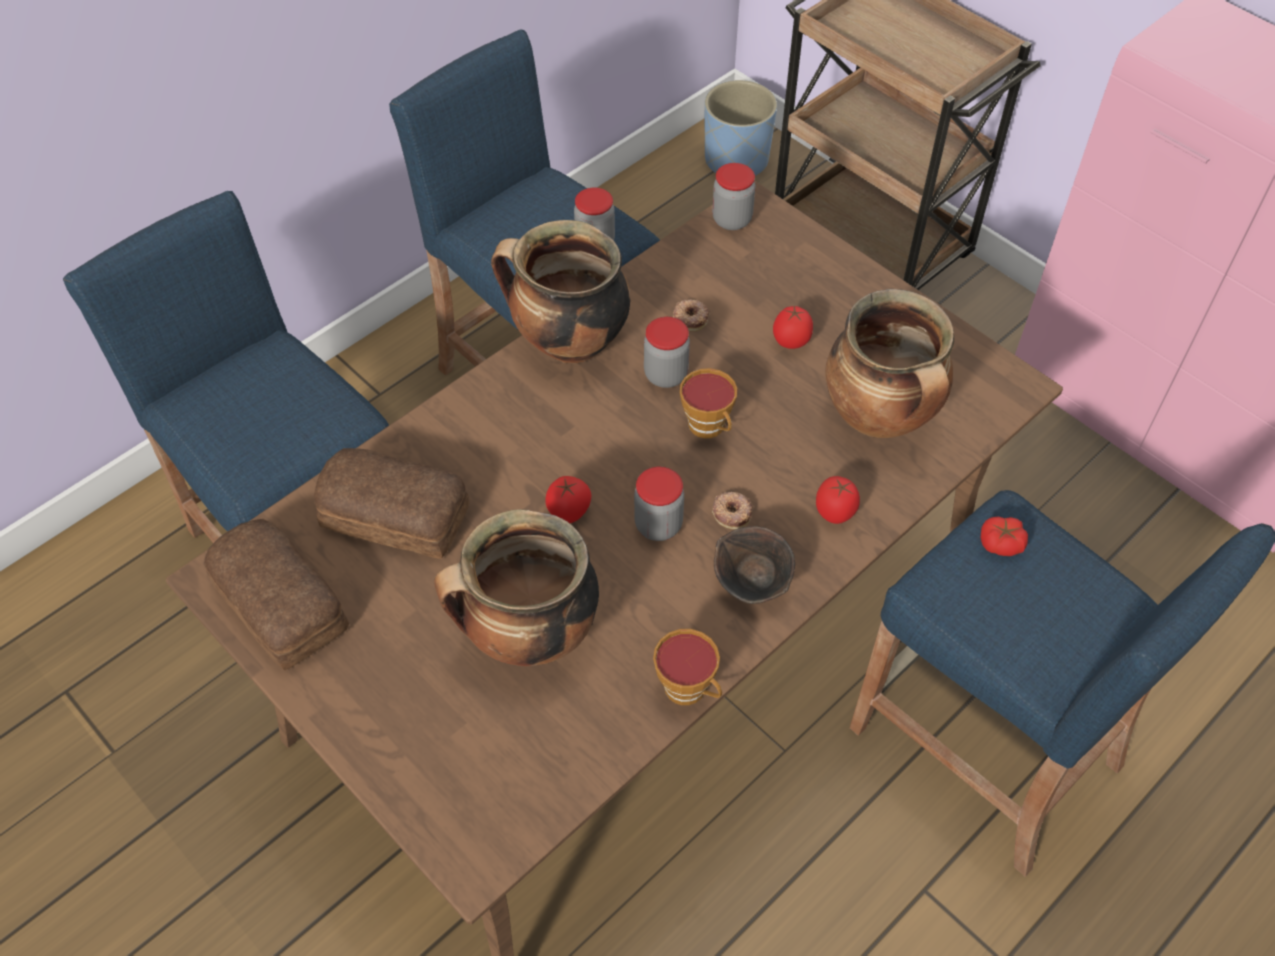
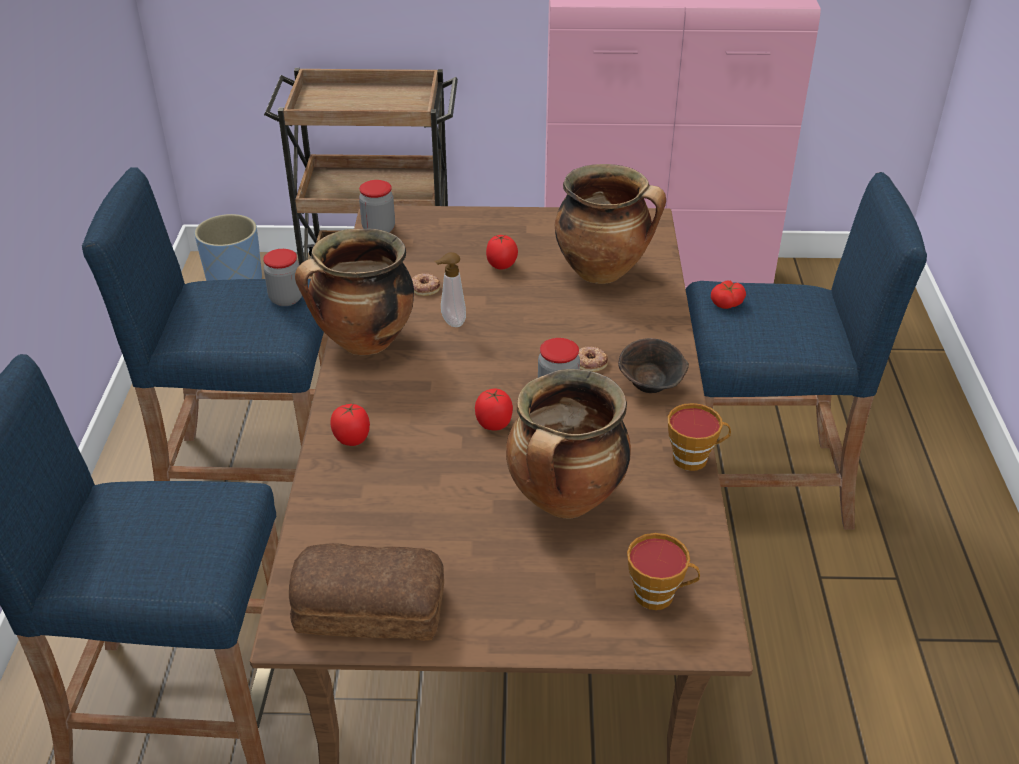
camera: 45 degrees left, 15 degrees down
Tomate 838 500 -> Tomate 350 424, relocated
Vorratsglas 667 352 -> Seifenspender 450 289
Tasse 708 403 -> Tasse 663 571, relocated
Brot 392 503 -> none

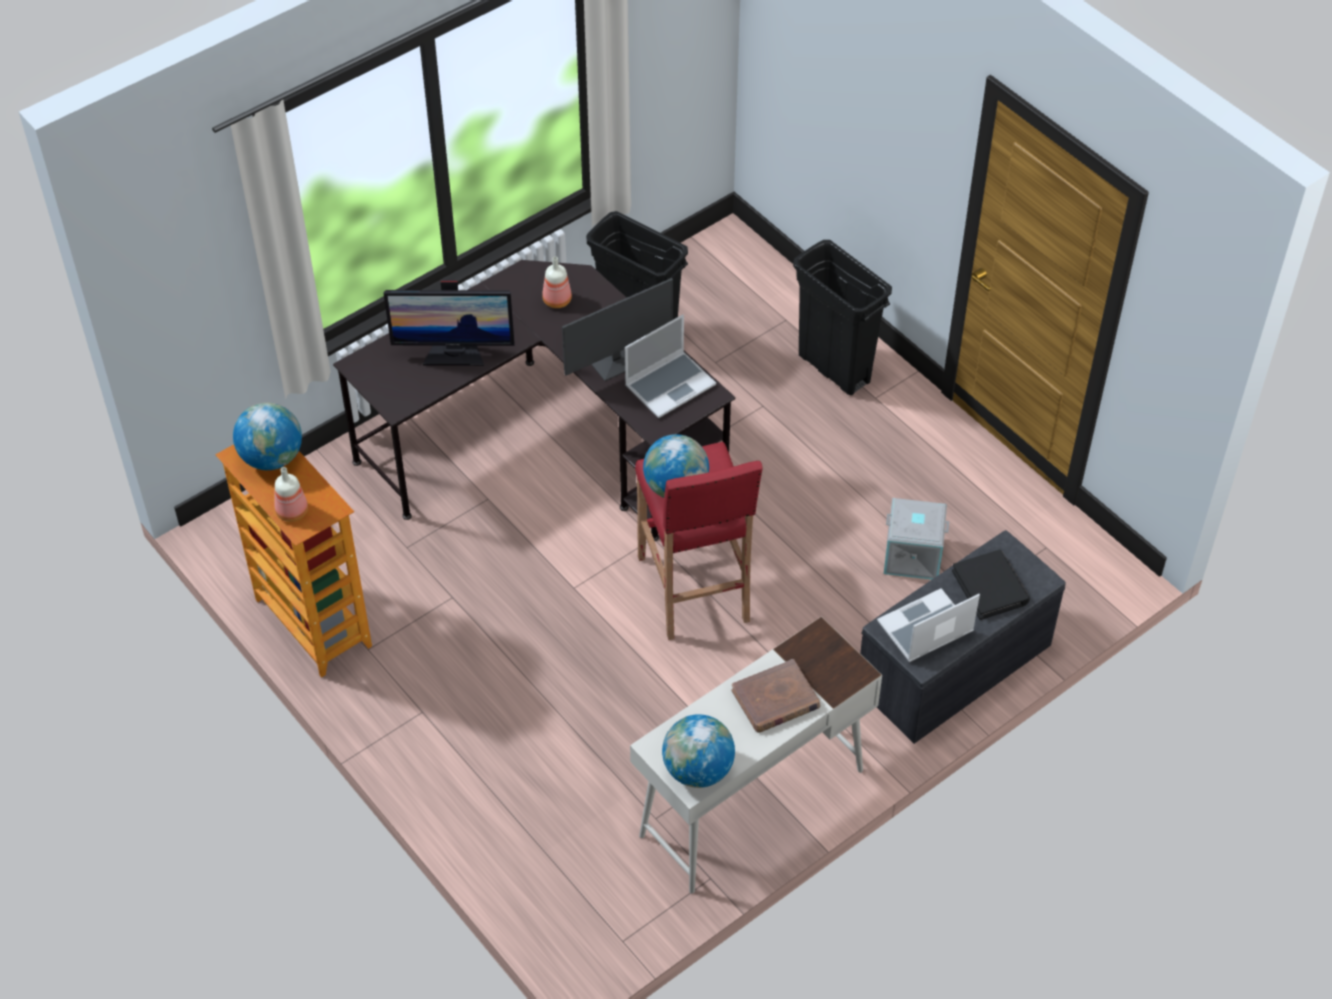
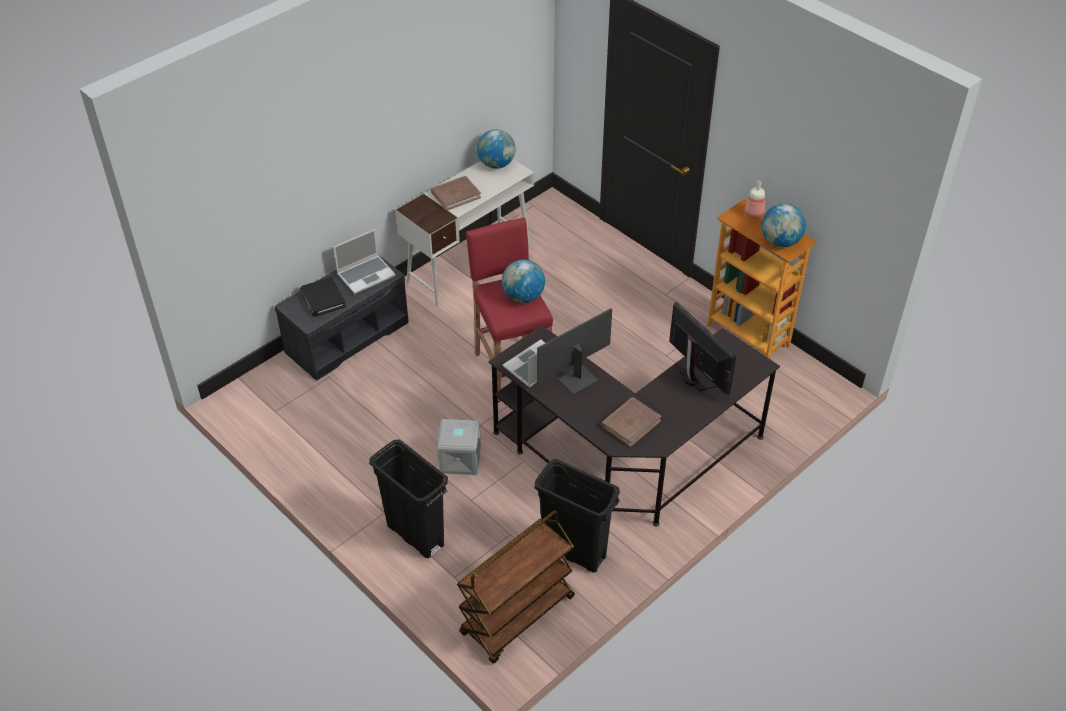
camera: 175 degrees right, 5 degrees down
Aufbewahrungsbox [grau] 916 539 -> Aufbewahrungsbox [grau] 458 447, relocated
none -> Rollwagen [braun] 516 587
Flasche 557 282 -> Buch [braun] 631 422
Monitor 449 322 -> Monitor 702 348, 60 degrees clockwise

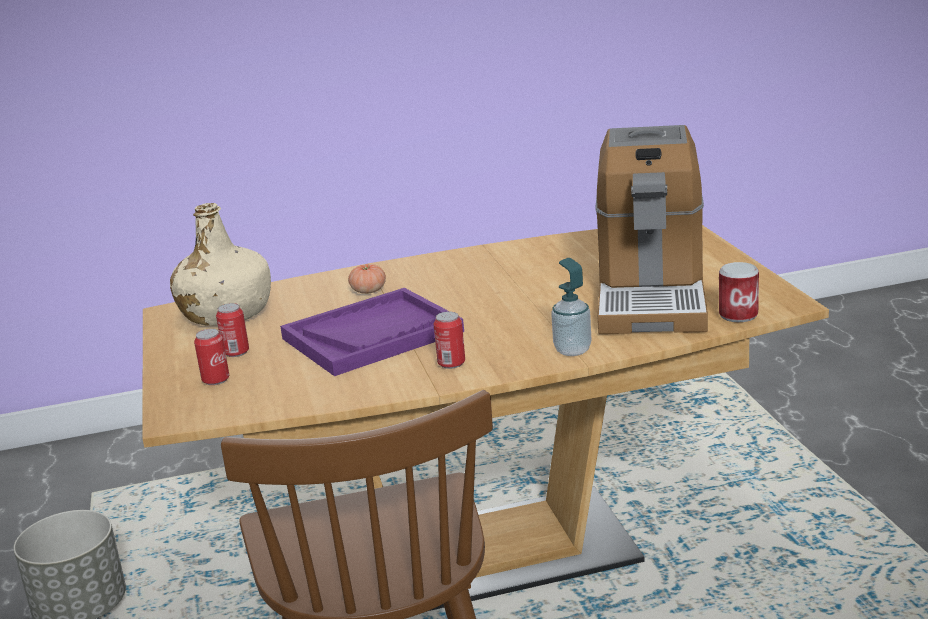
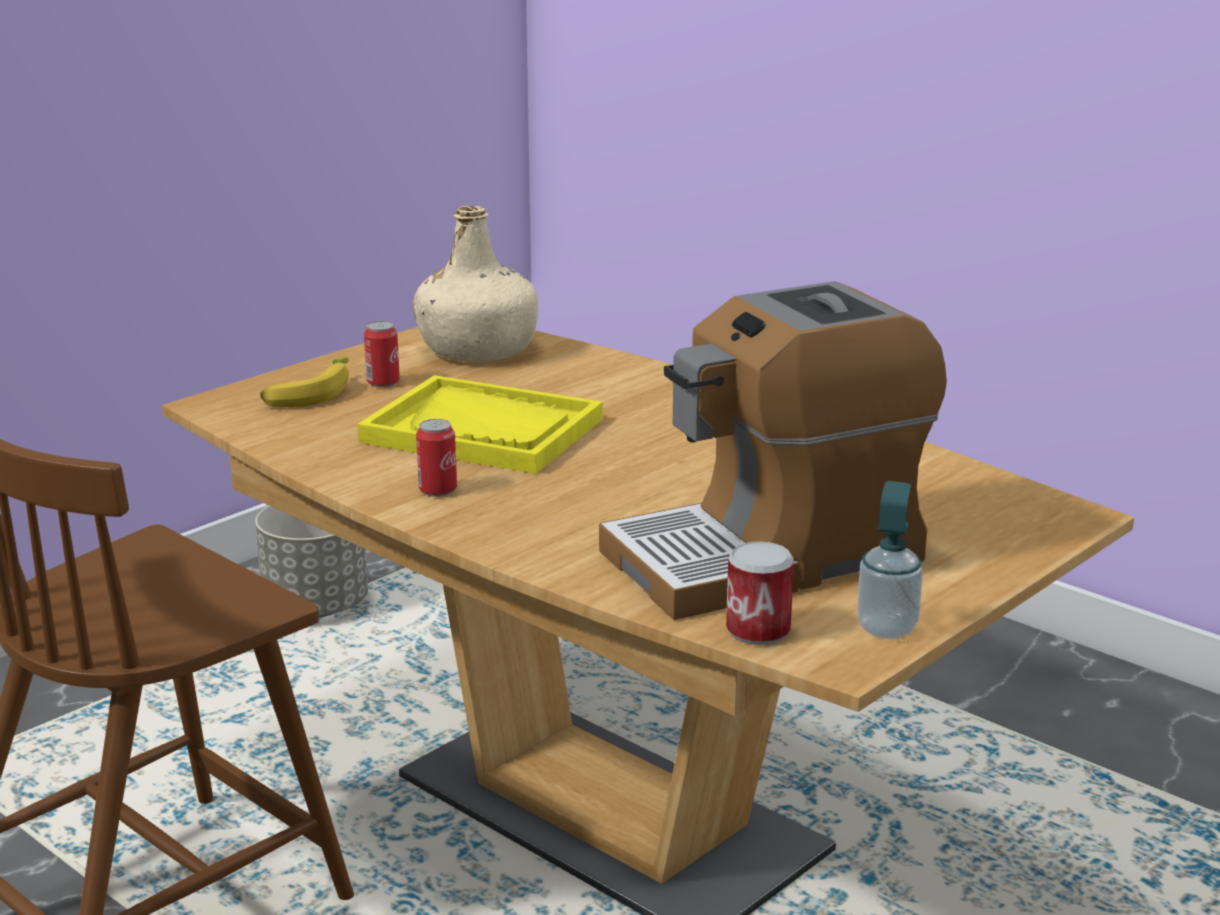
camera: 55 degrees right, 0 degrees up
Dose 211 357 -> Banane 304 382
Tablett [lila] 372 332 -> Tablett [gelb] 480 424
Seifenspender 571 307 -> Seifenspender 890 560, relocated
Tomate 367 279 -> none

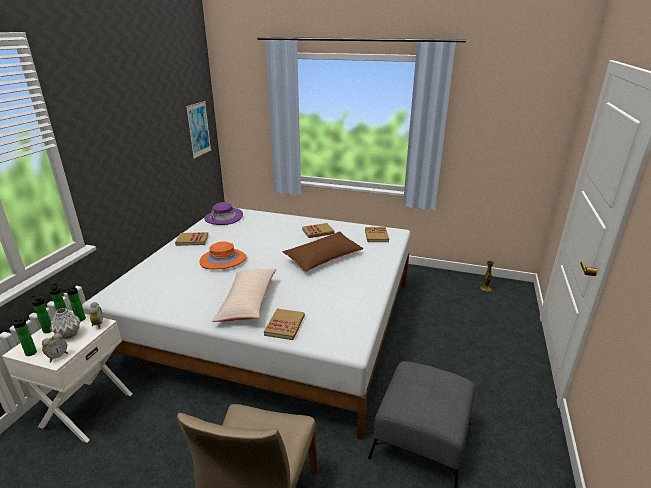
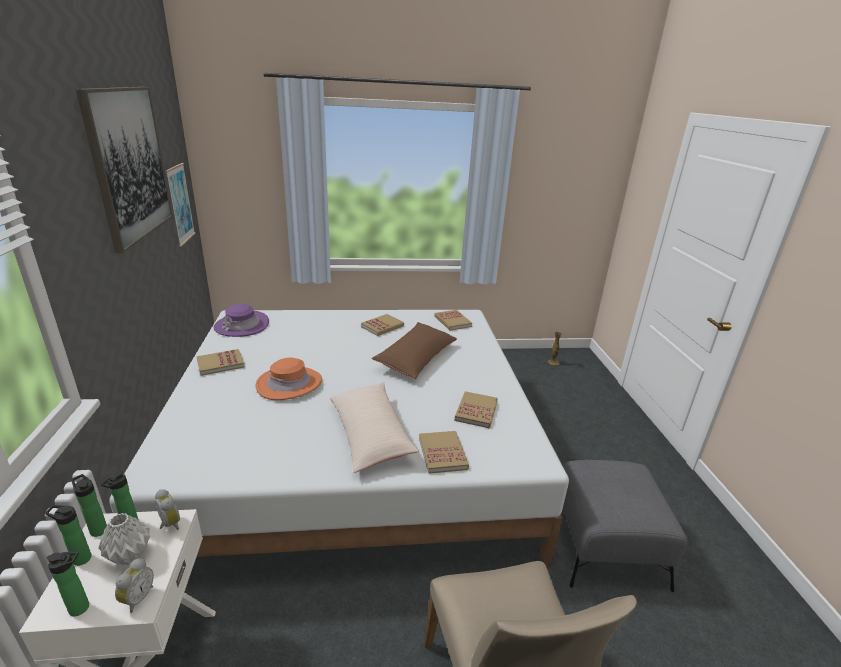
camera: 25 degrees left, 0 degrees up
none -> Bild 124 170
none -> Buch 476 409

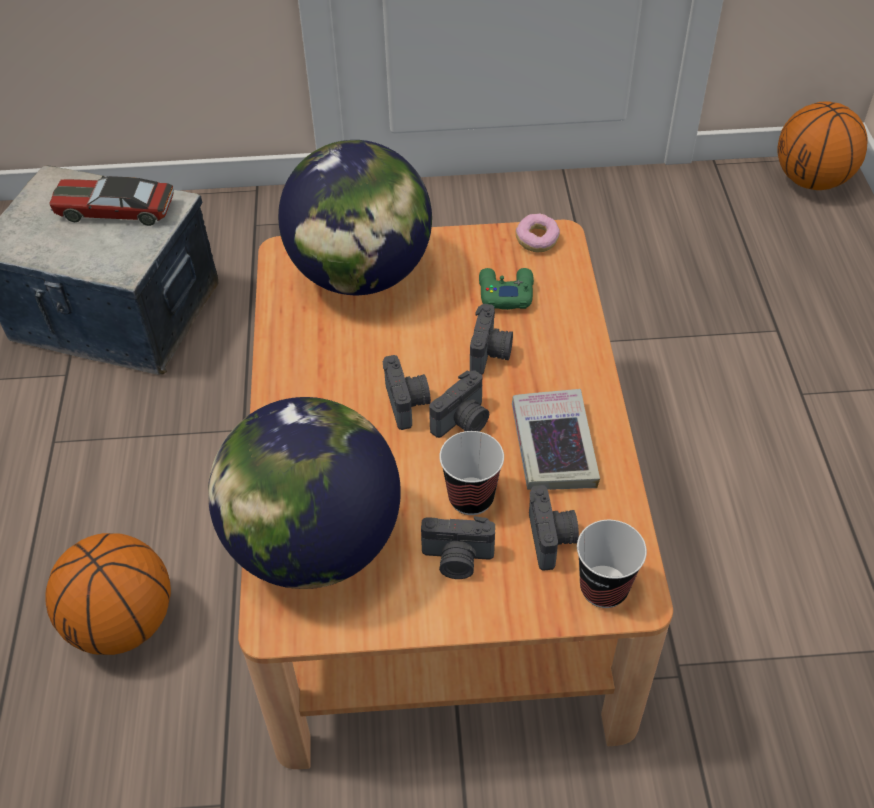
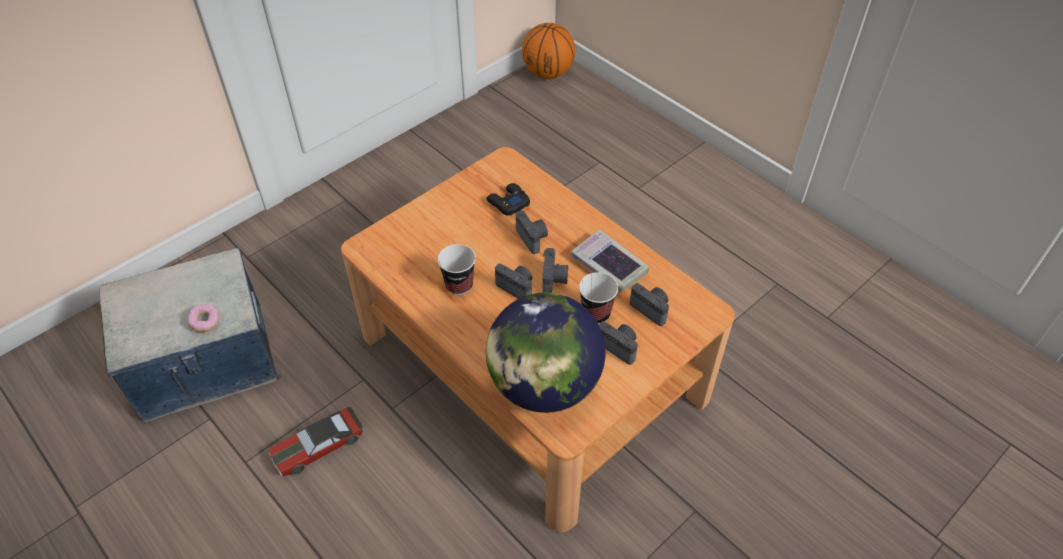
camera: 40 degrees left, 0 degrees up
Donut 537 232 -> Donut 204 318, relocated
Spielzeugauto 111 201 -> Spielzeugauto 316 441, relocated
Tasse 612 564 -> Tasse 457 269, relocated
Gamepad [grün] 506 289 -> Gamepad [schwarz] 508 199
Kamera 458 547 -> Kamera 618 343, 105 degrees counterclockwise
Basketball 108 594 -> none
Globus 355 217 -> none

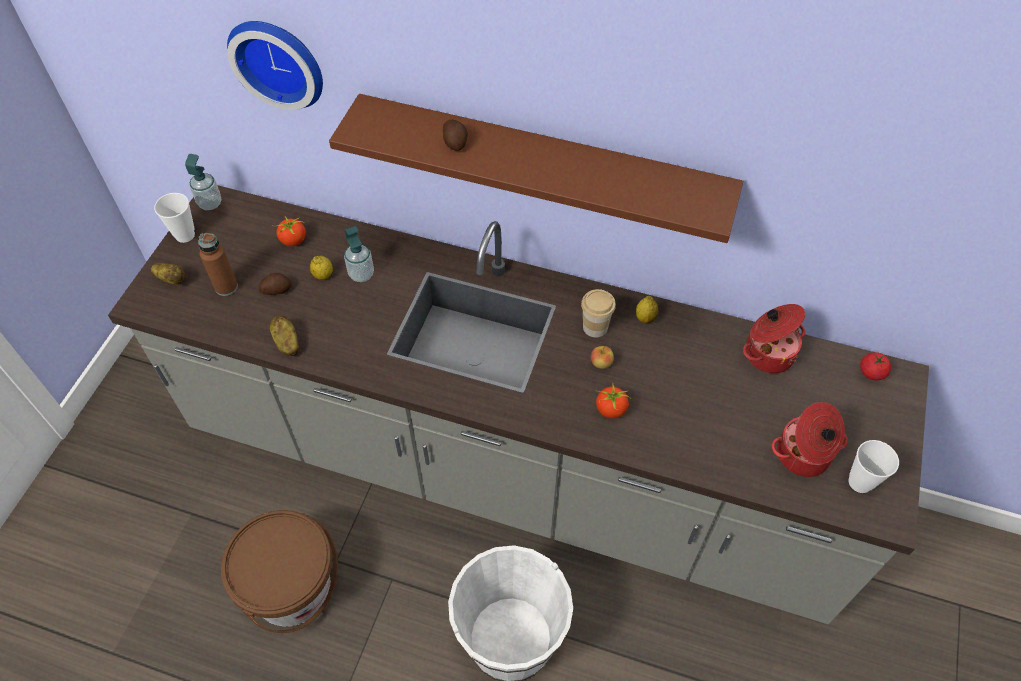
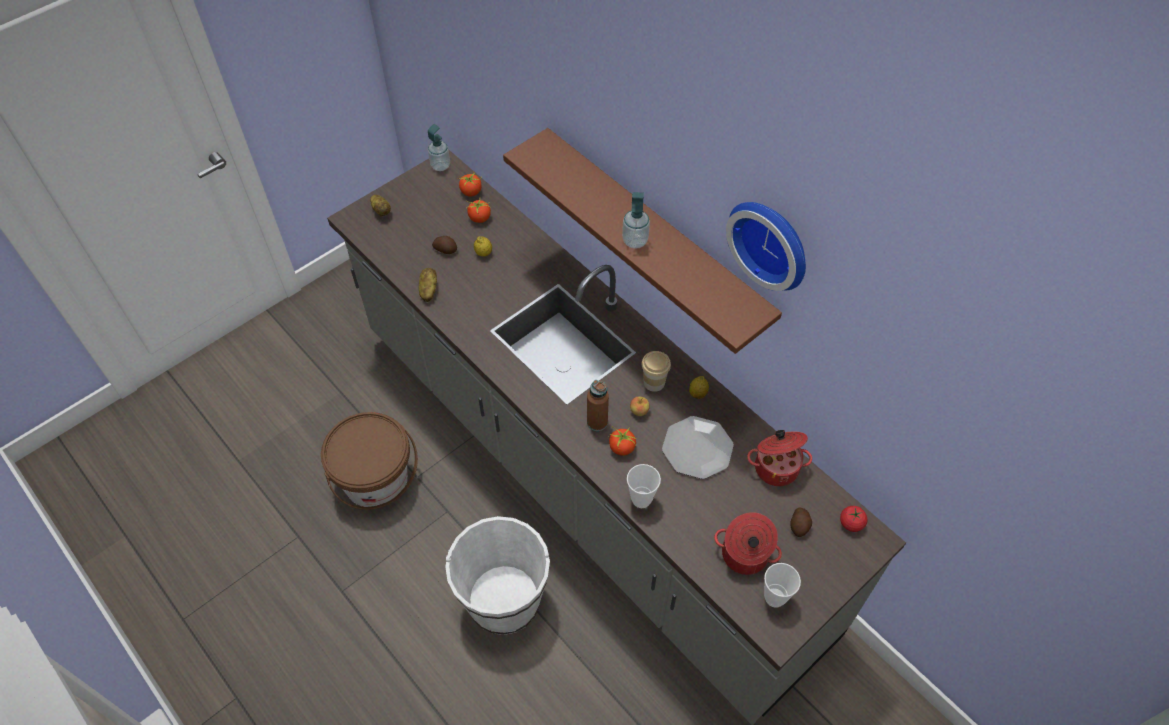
camera: 30 degrees right, 0 degrees up
none -> Tomate 470 184
Flasche [braun] 218 264 -> Flasche [braun] 598 405, relocated
Seifenspender 359 254 -> Seifenspender 636 220, relocated
Tasse 174 218 -> Tasse 644 486, relocated
none -> Teller 698 447
Wanduhr 275 65 -> Wanduhr 766 246, relocated
Kartoffel 455 135 -> Kartoffel 801 522, relocated

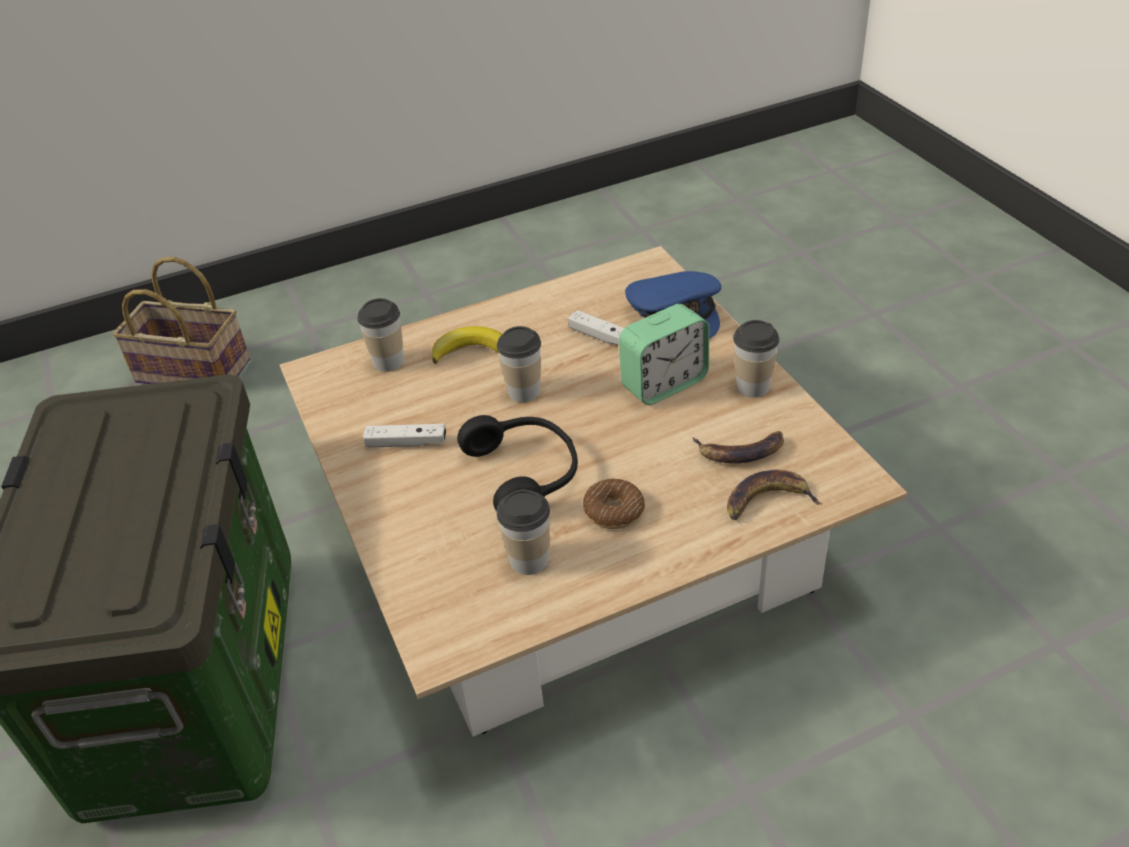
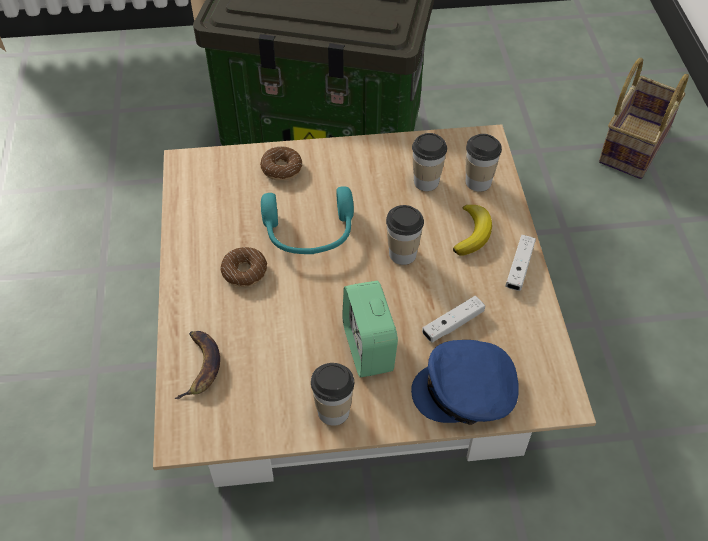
camera: 105 degrees right, 10 degrees up
none -> Donut 281 164
Kopfhörer [schwarz] 517 463 -> Kopfhörer [türkis] 307 220
Tasse 523 532 -> Tasse 429 162, relocated
Gamepad [weiß] 404 436 -> Gamepad [weiß] 520 263, relocated
Banane 738 447 -> none

